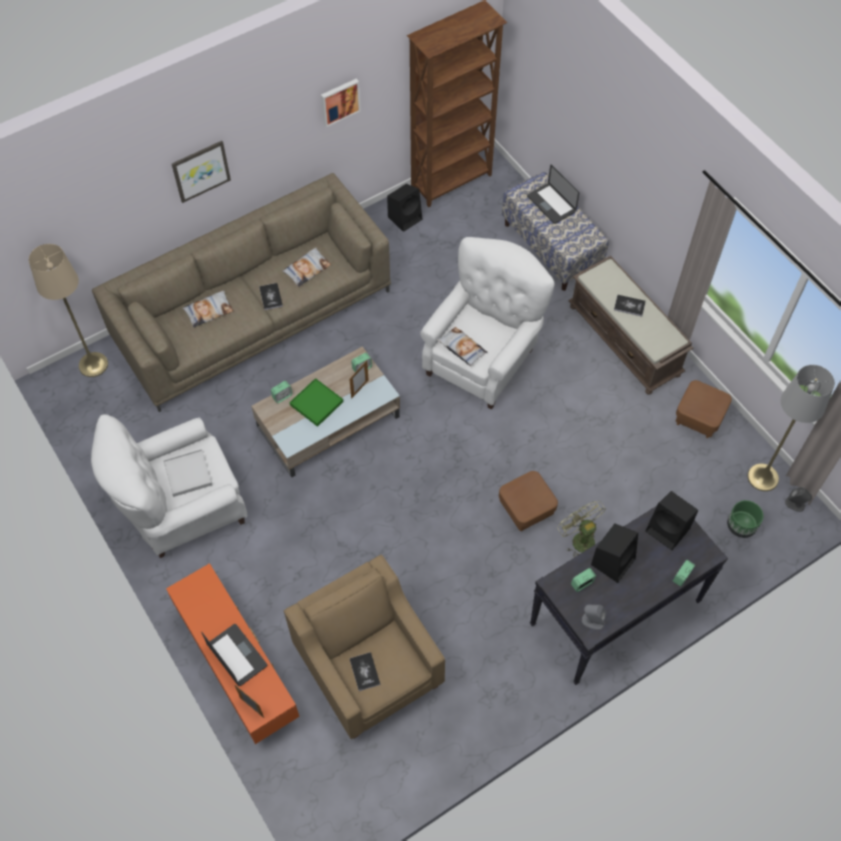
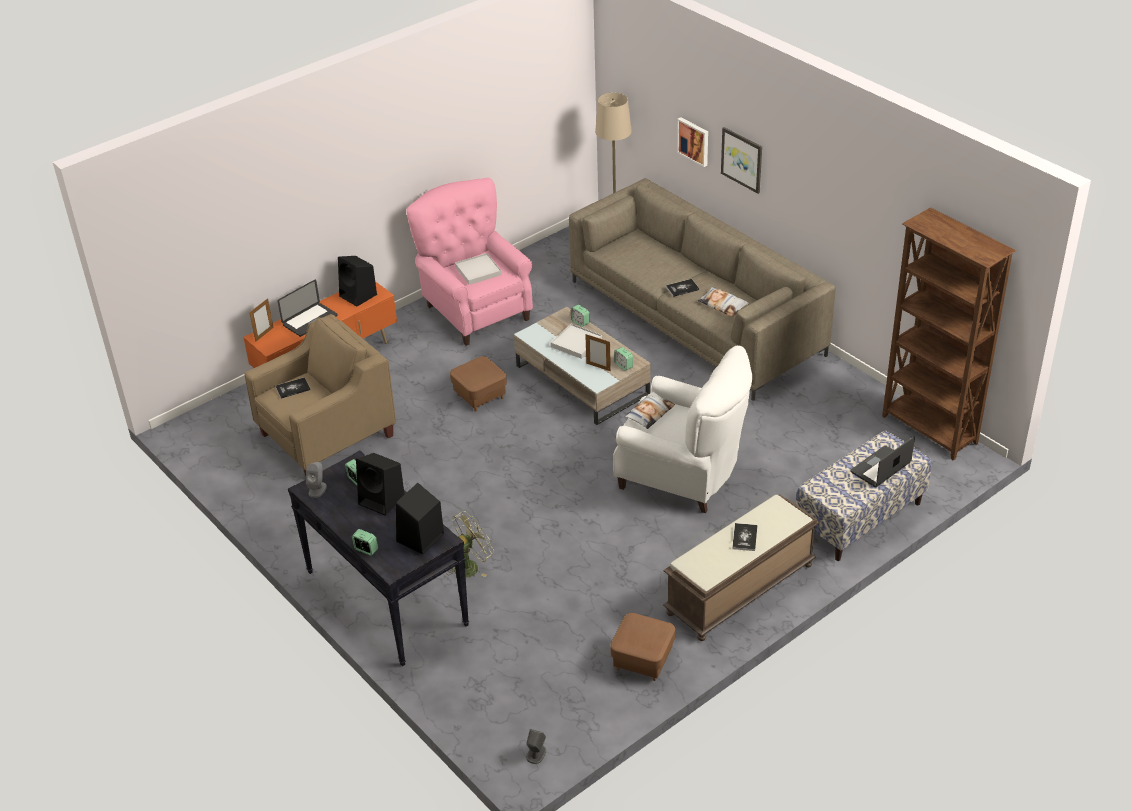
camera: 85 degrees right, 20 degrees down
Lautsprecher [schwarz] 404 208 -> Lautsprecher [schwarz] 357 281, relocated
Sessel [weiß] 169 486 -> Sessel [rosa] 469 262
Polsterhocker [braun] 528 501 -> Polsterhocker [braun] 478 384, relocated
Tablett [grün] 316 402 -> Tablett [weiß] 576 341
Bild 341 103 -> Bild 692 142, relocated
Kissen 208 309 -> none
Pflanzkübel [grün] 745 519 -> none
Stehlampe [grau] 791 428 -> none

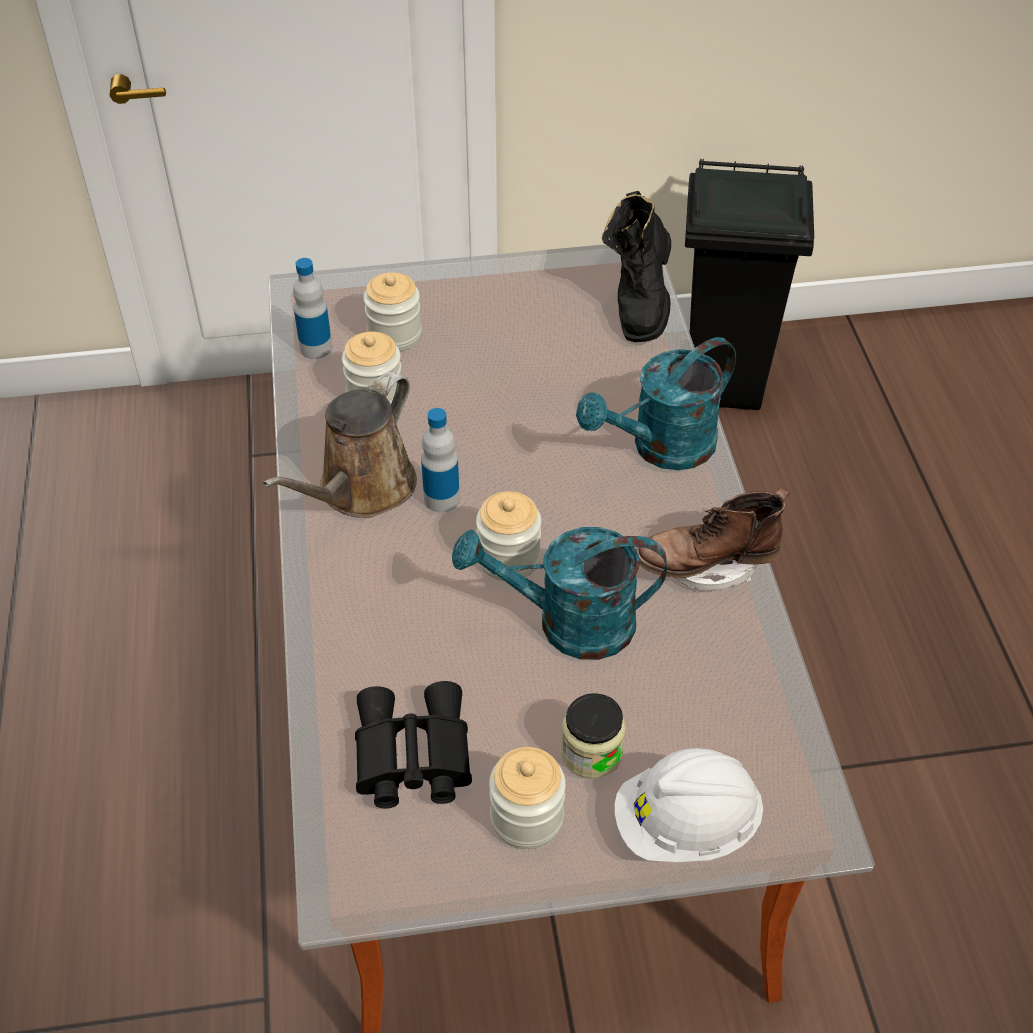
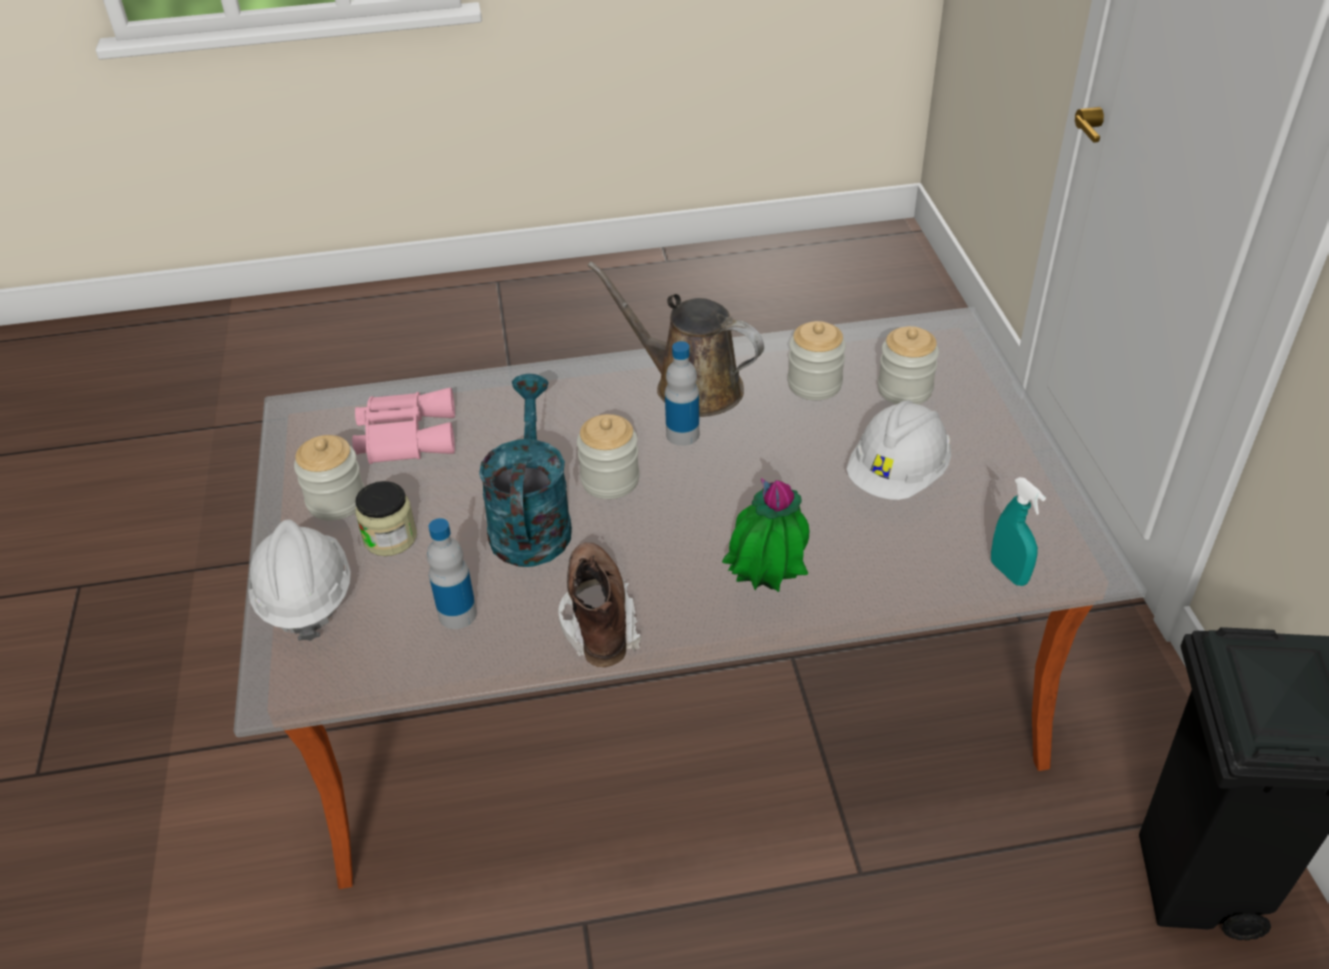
camera: 90 degrees right, 5 degrees down
Fernglas [schwarz] 413 745 -> Fernglas [rosa] 403 426
Flasche 312 308 -> Flasche 452 573, relocated
Gießkanne [türkis] 656 403 -> Topfpflanze 765 535
none -> Schutzhelm [weiß] 898 450
Stiefel [schwarz] 636 266 -> Sprühflasche [türkis] 1018 531

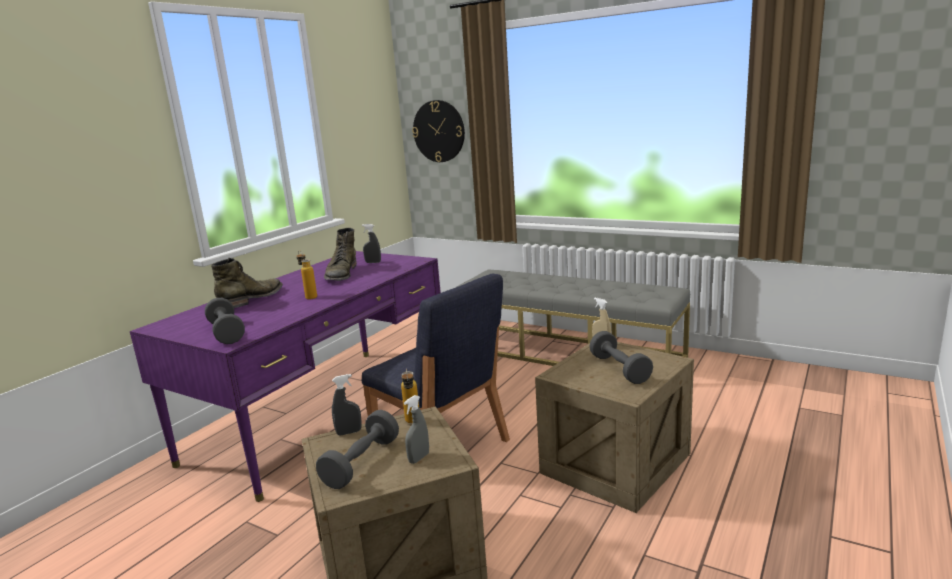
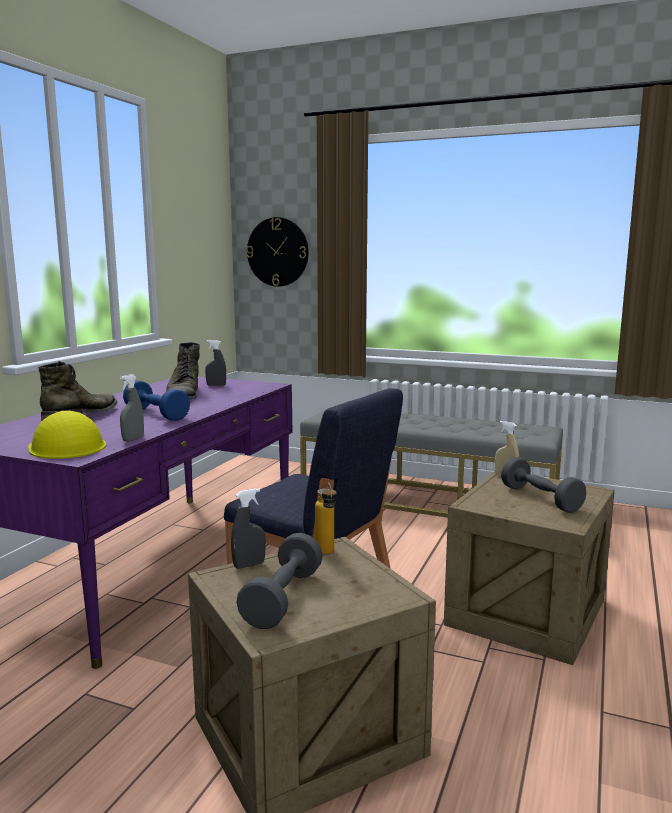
camera: 10 degrees left, 5 degrees down
Hantel [grau] 225 321 -> Schutzhelm [gelb] 67 435
Sprühflasche [grau] 416 429 -> Sprühflasche [grau] 132 407, relocated
Flasche 306 275 -> Hantel [blau] 156 400

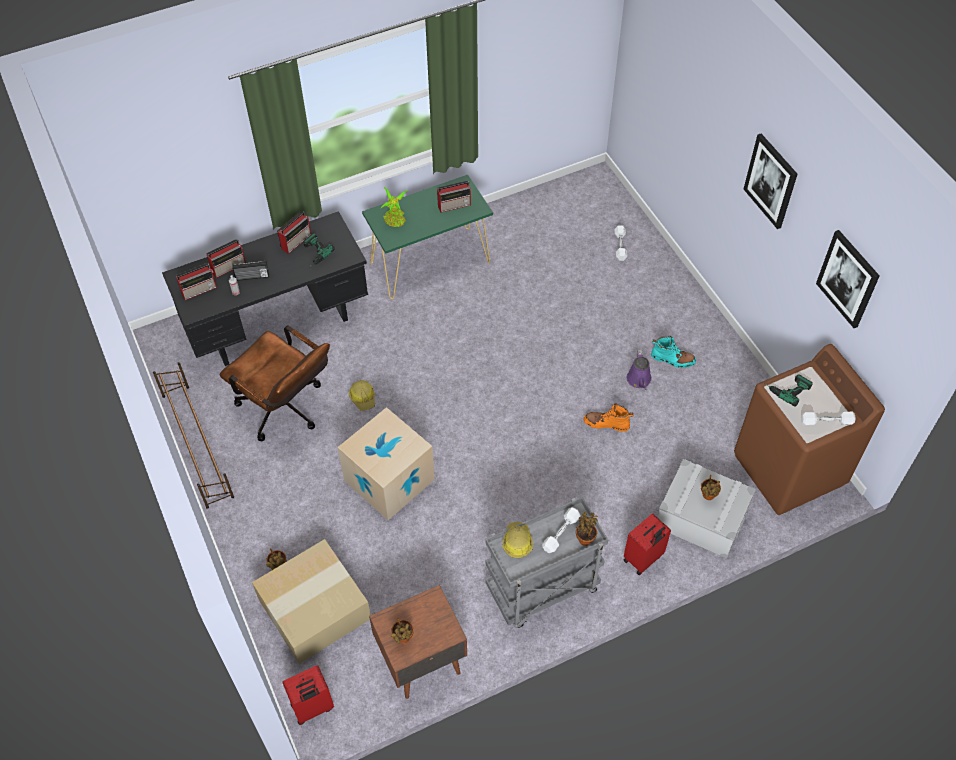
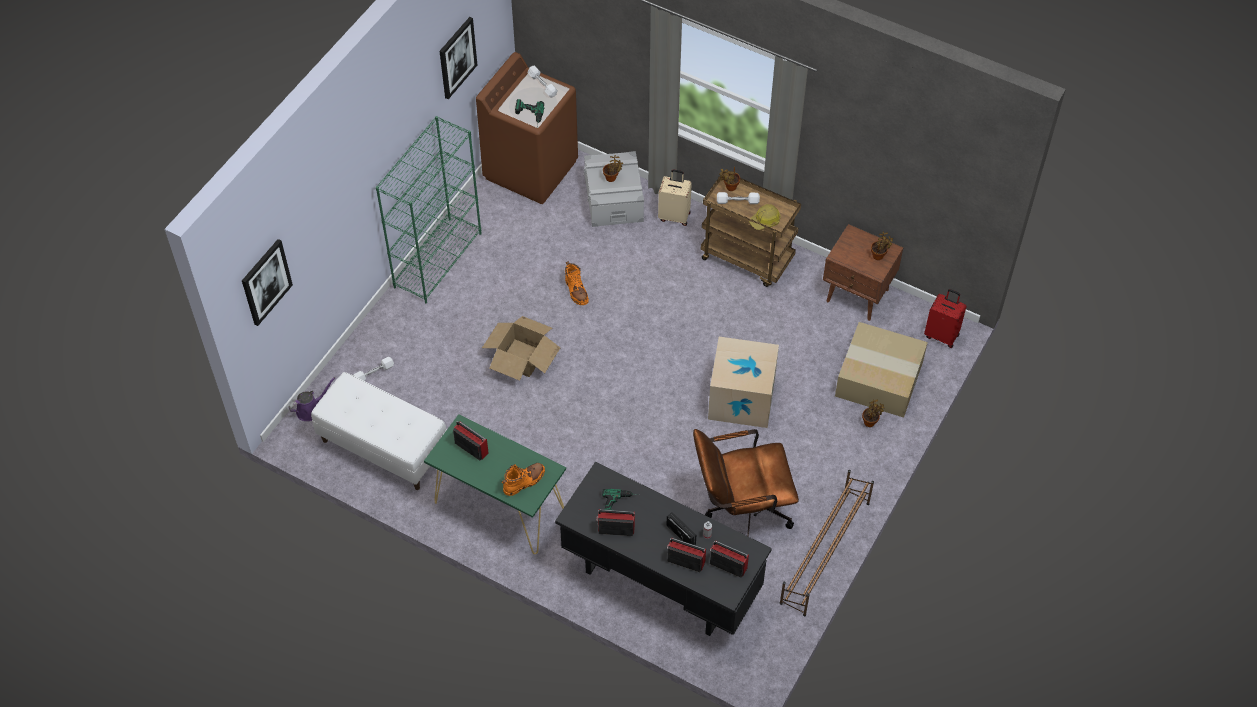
camera: 125 degrees left, 0 degrees up
Bild 770 181 -> Bild 267 282, relocated
Gießkanne [lila] 639 370 -> Gießkanne [lila] 311 399, relocated
none -> Bank [weiß] 379 431
none -> Bücherregal [grün] 429 209
none -> Karton 521 348
Topfpflanze 394 207 -> Stiefel [orange] 523 479
Koffer [rot] 647 544 -> Koffer [beige] 675 197
Bürostuhl [braun] 275 383 -> Bürostuhl [braun] 746 483, 105 degrees counterclockwise
Rollwagen [grau] 546 562 -> Rollwagen [braun] 751 229
Schutzhelm 362 395 -> none
Stiefel [türkis] 673 352 -> none

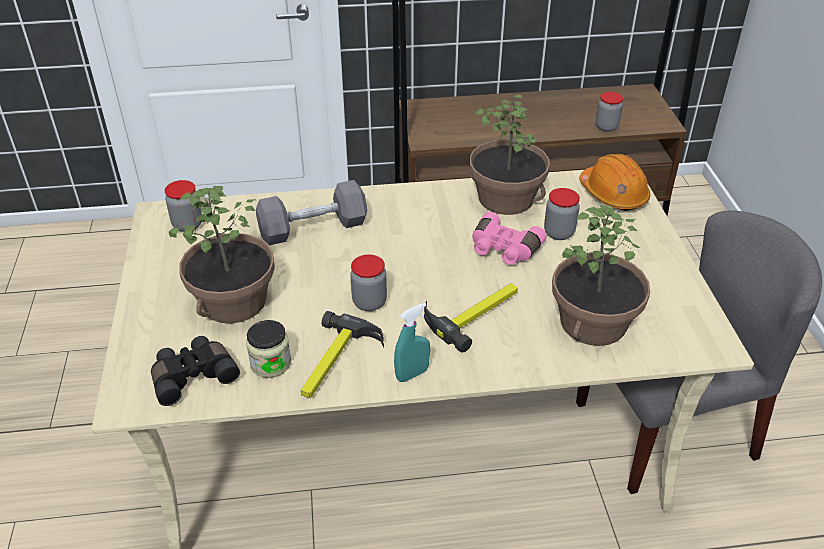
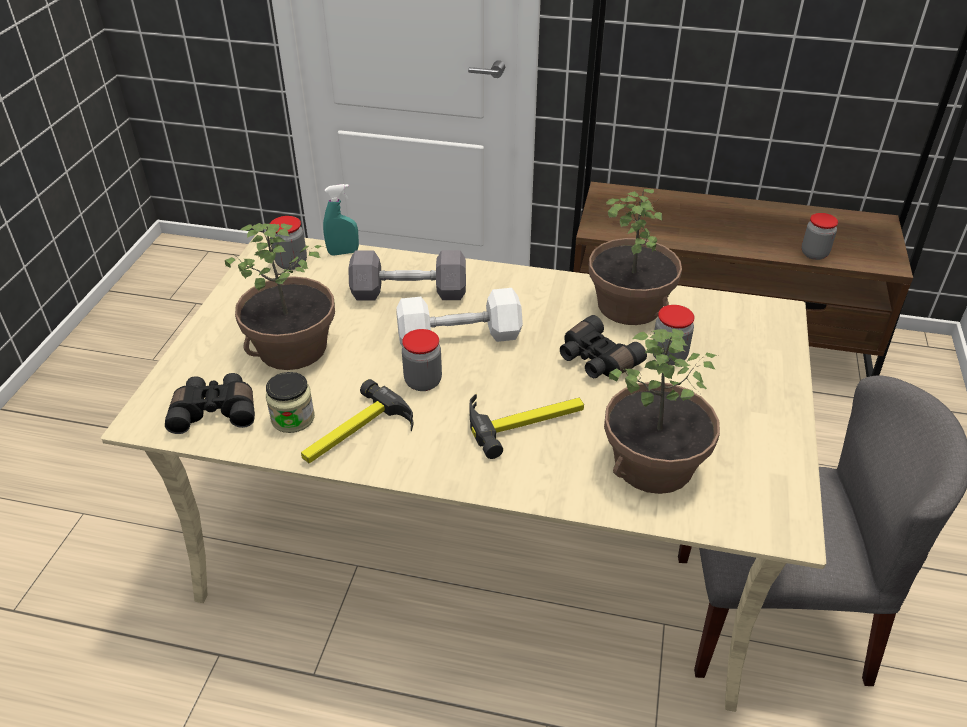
camera: 20 degrees right, 0 degrees up
Sprühflasche [türkis] 412 342 -> Sprühflasche [türkis] 341 220, relocated
none -> Hantel [weiß] 459 317
Fernglas [rosa] 509 238 -> Fernglas [schwarz] 603 346
Schutzhelm [orange] 614 182 -> none

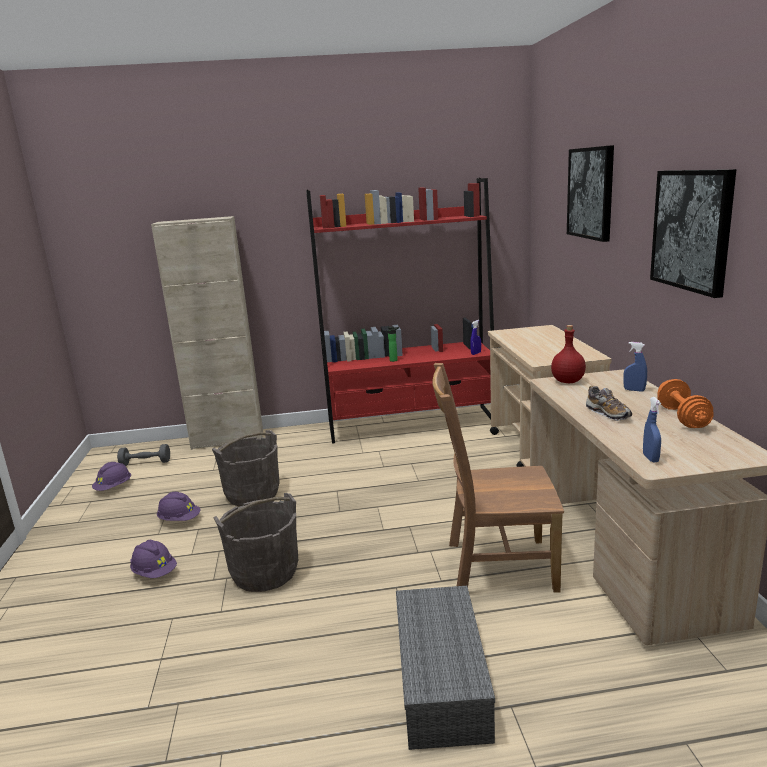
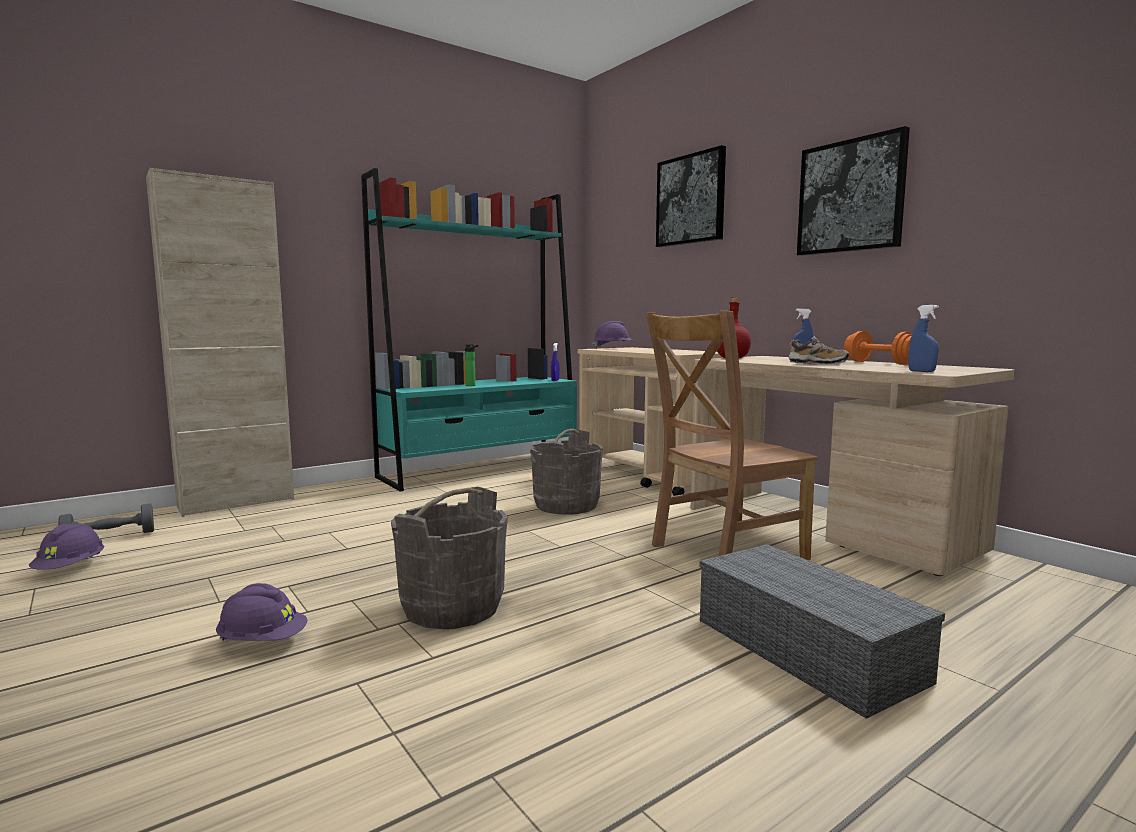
camera: 30 degrees left, 10 degrees down
Bücherregal [rot] 400 311 -> Bücherregal [türkis] 469 330
Eimer [grau] 246 468 -> Eimer [grau] 566 472, relocated
Schutzhelm [lila] 179 506 -> Schutzhelm [lila] 613 335, relocated

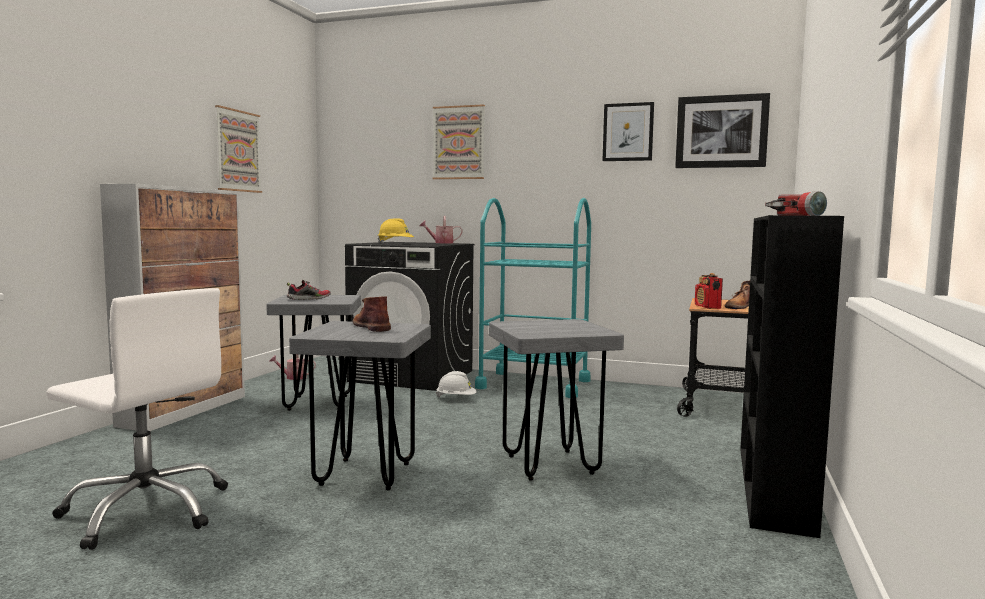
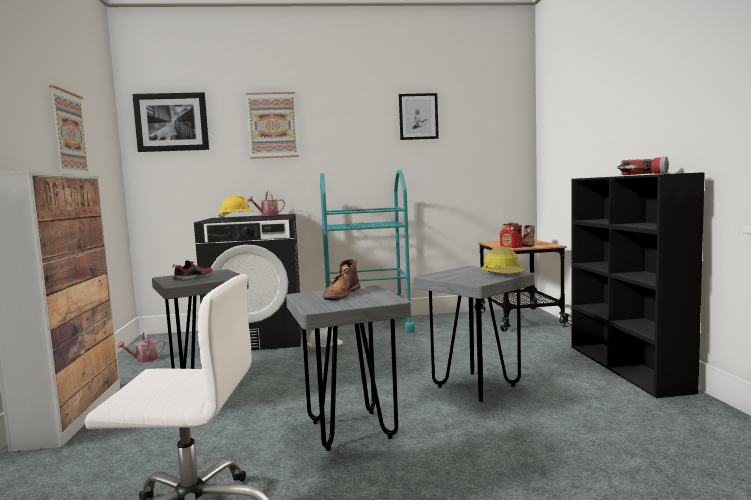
camera: 25 degrees left, 0 degrees up
Bild 722 130 -> Bild 170 122, relocated
Stiefel [braun] 372 314 -> Stiefel [braun] 341 279, 105 degrees counterclockwise
none -> Schutzhelm 503 259

